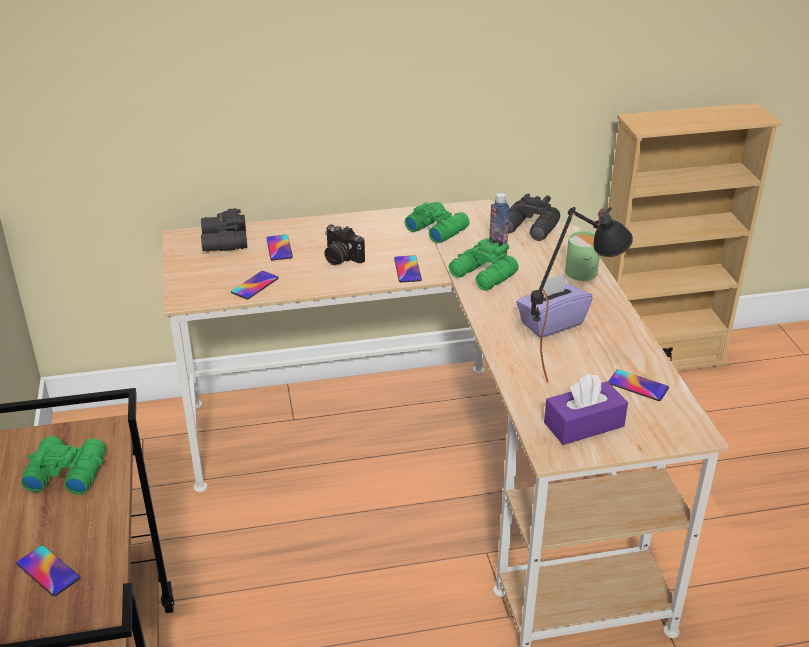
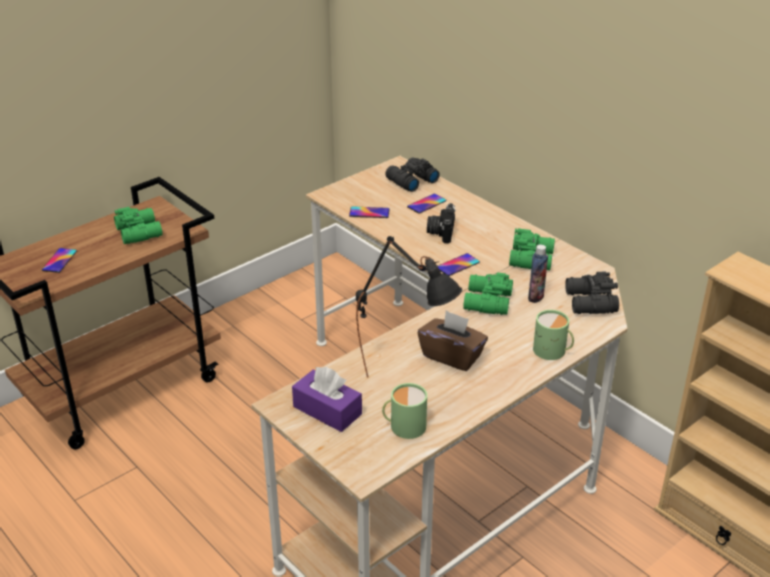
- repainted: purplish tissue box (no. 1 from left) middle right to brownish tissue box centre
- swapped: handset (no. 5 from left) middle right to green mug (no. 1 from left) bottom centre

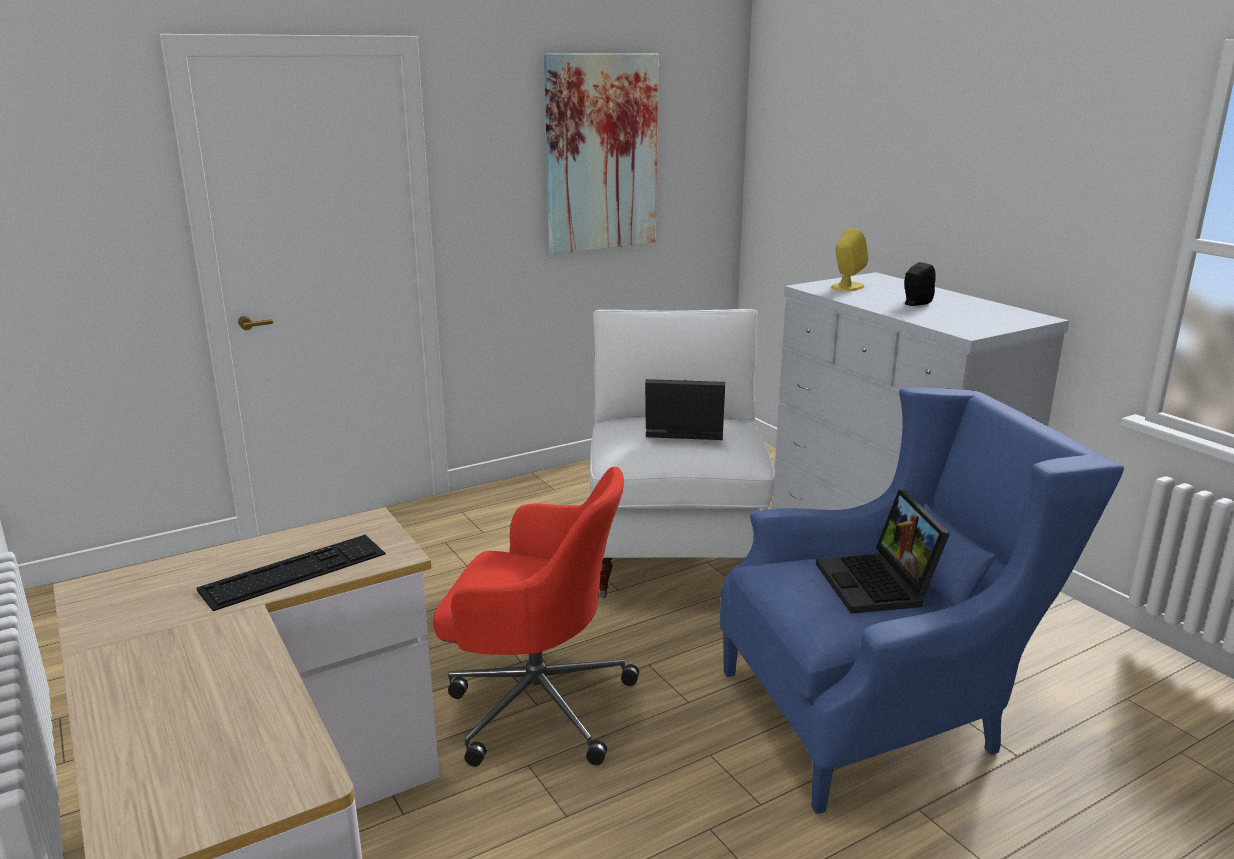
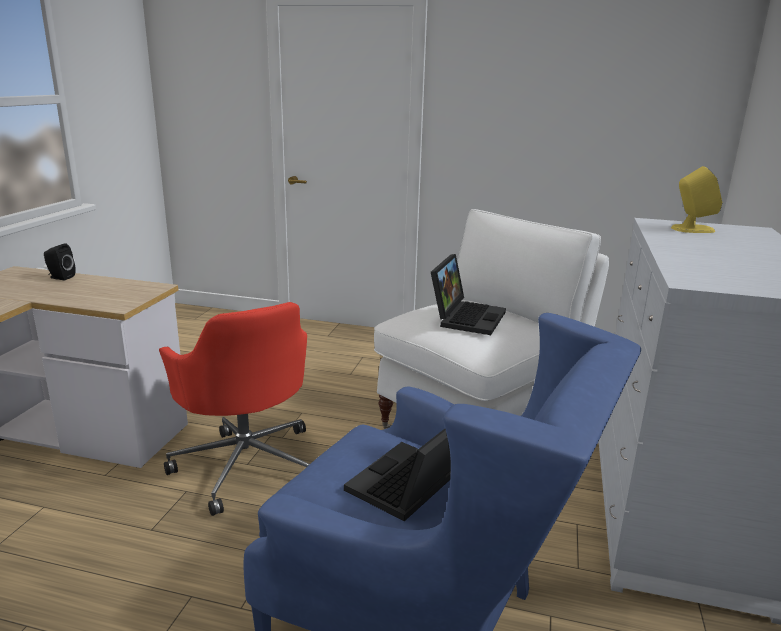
- gone: keyboard bottom left
- gone: picture top centre
- rotated: notebook computer (no. 1 from left in the first image) centre = centre 60 degrees clockwise
- shifted: blackish loudspeaker top right to middle left

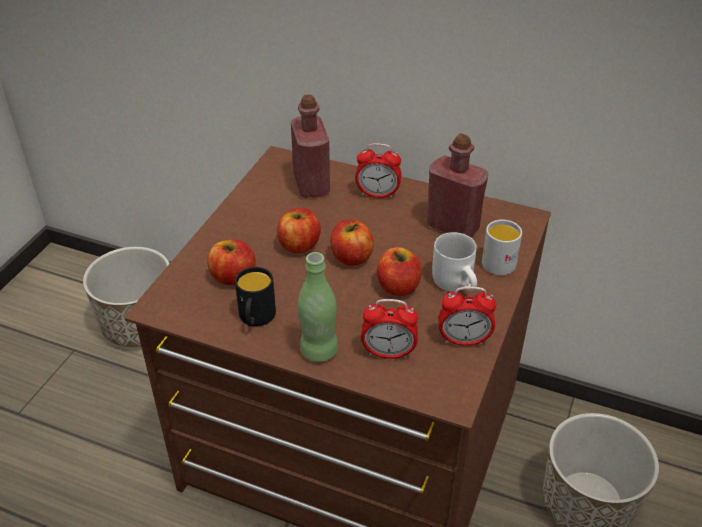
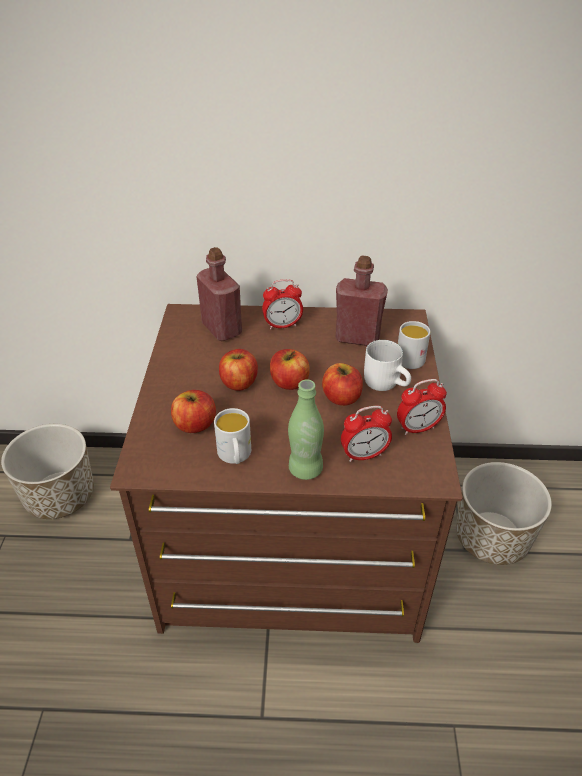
- repainted: blackish mug centre to white-coloured mug (no. 1 from left) centre

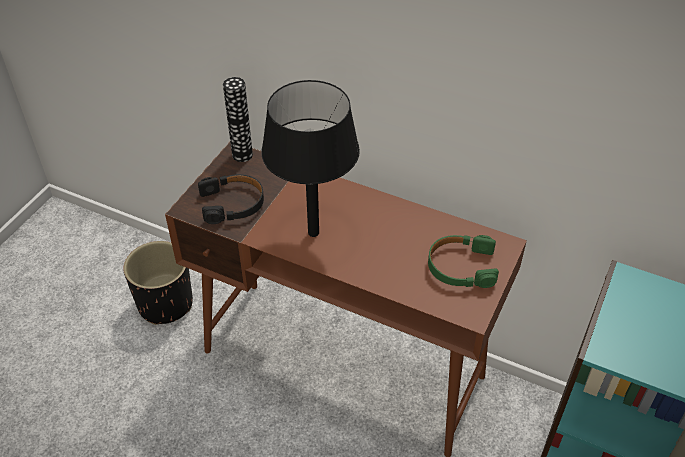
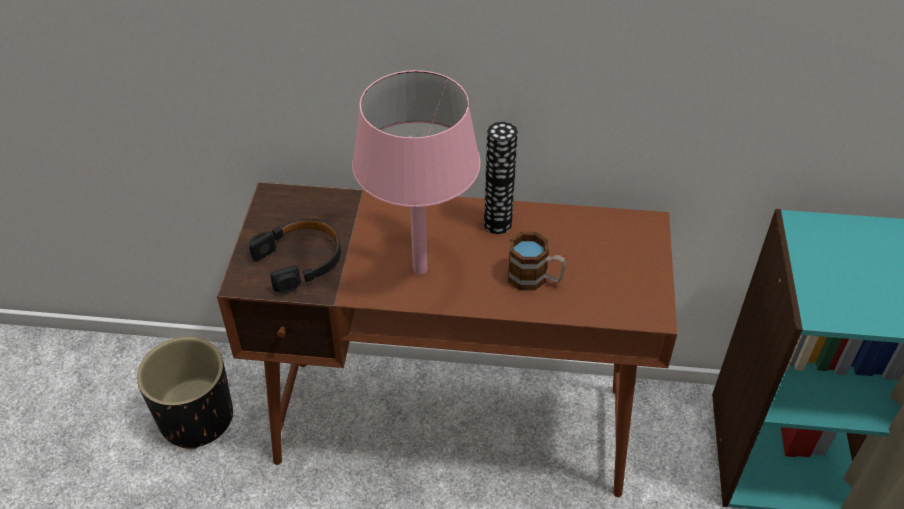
- shifted: vase top centre to centre
- repainted: blackish tabletop lamp centre to pinkish tabletop lamp centre
- gone: green headset middle right
- new: mug centre

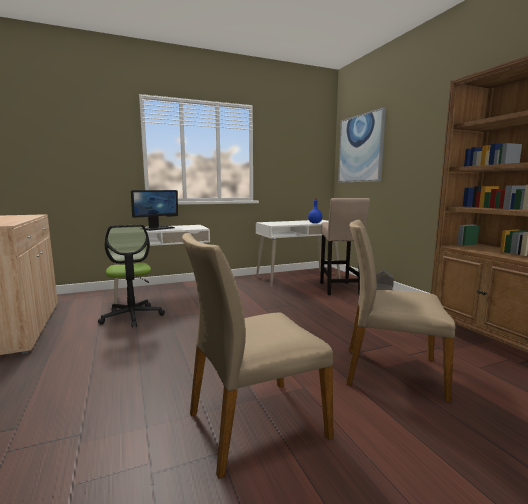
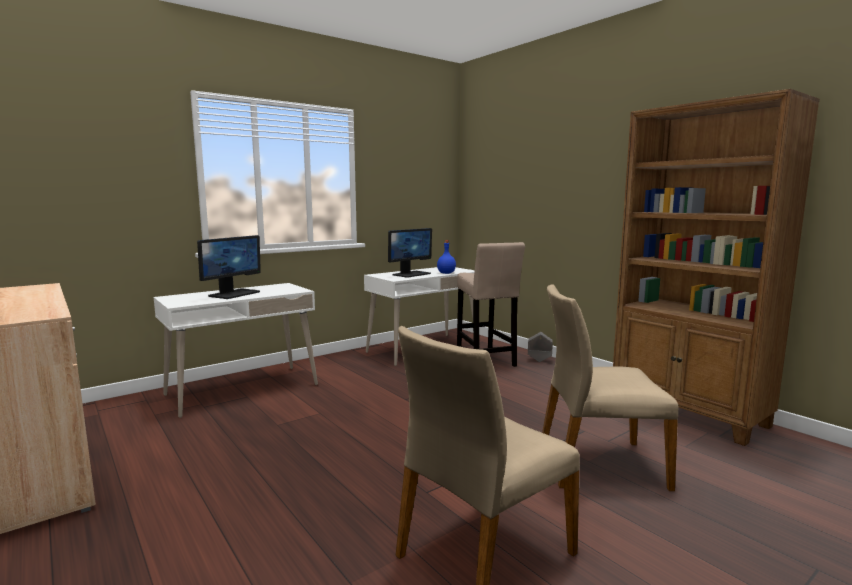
- gone: computer chair middle left
- gone: picture top right
- new: computer screen (no. 2 from left) centre

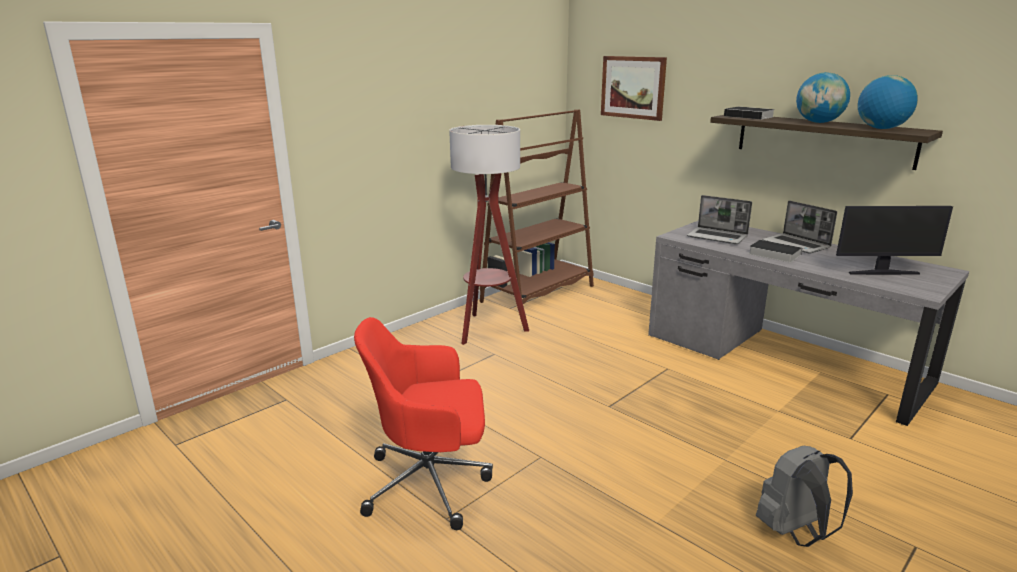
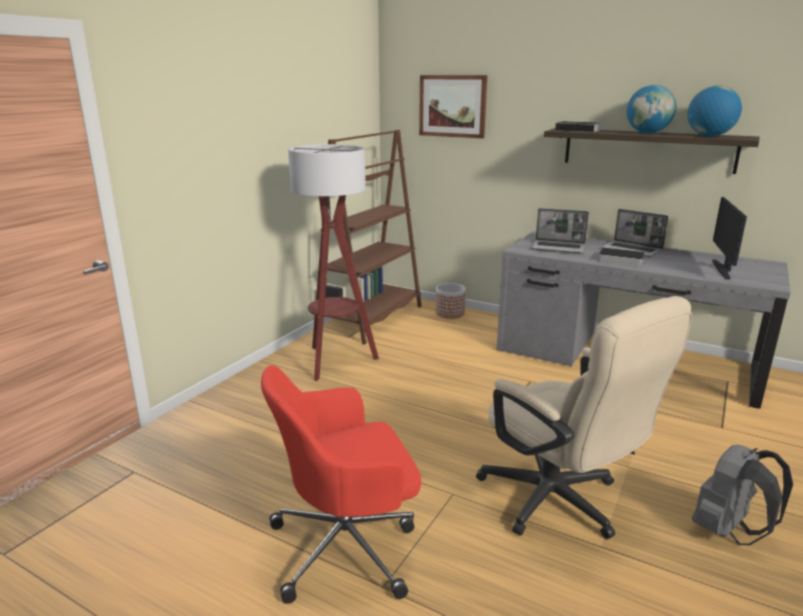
- rotated: computer screen middle right = middle right 120 degrees clockwise
- new: planter centre
- new: sand-coloured computer chair bottom right

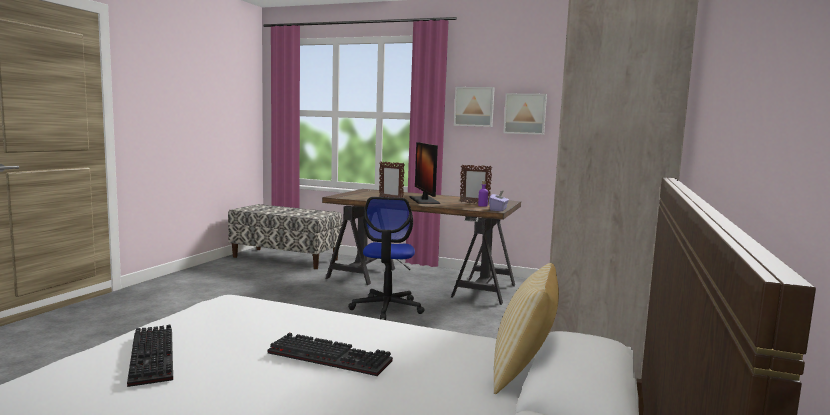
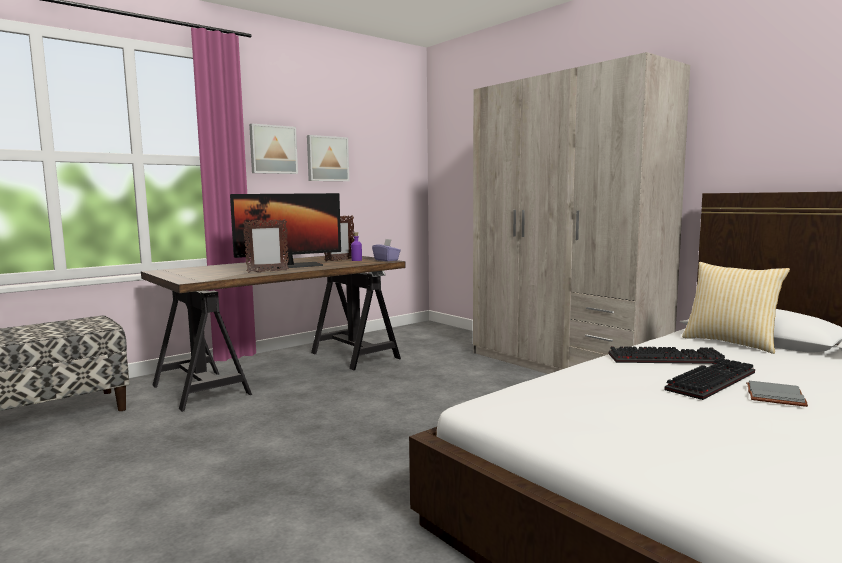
- shifted: keyboard (no. 1 from left) bottom left to middle right
- gone: computer chair centre
- rotated: computer screen centre = centre 45 degrees counterclockwise
- new: grey book bottom right

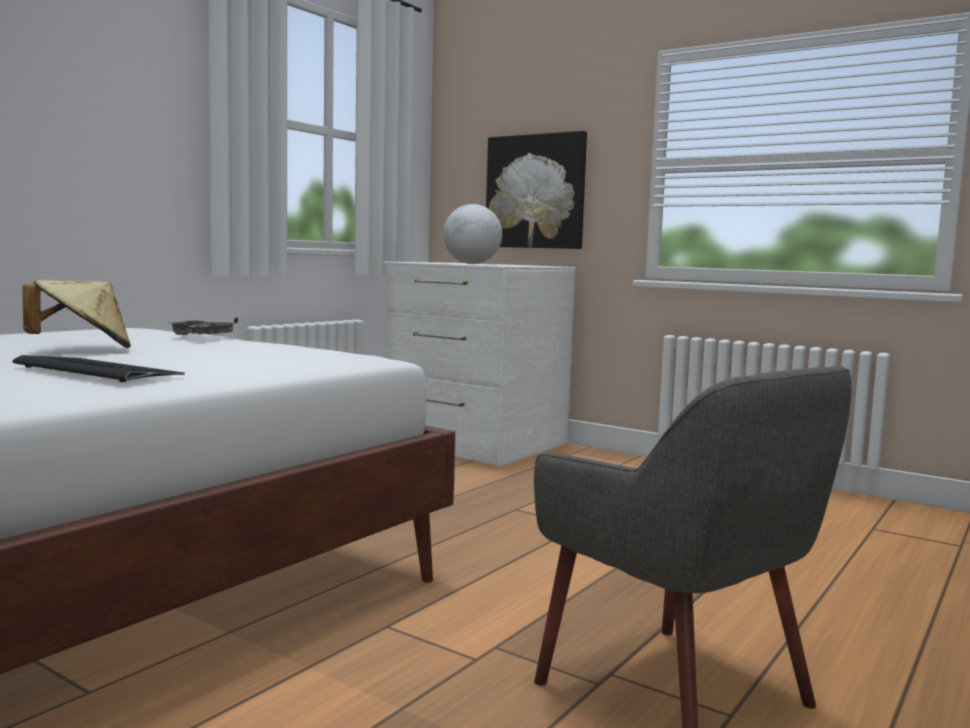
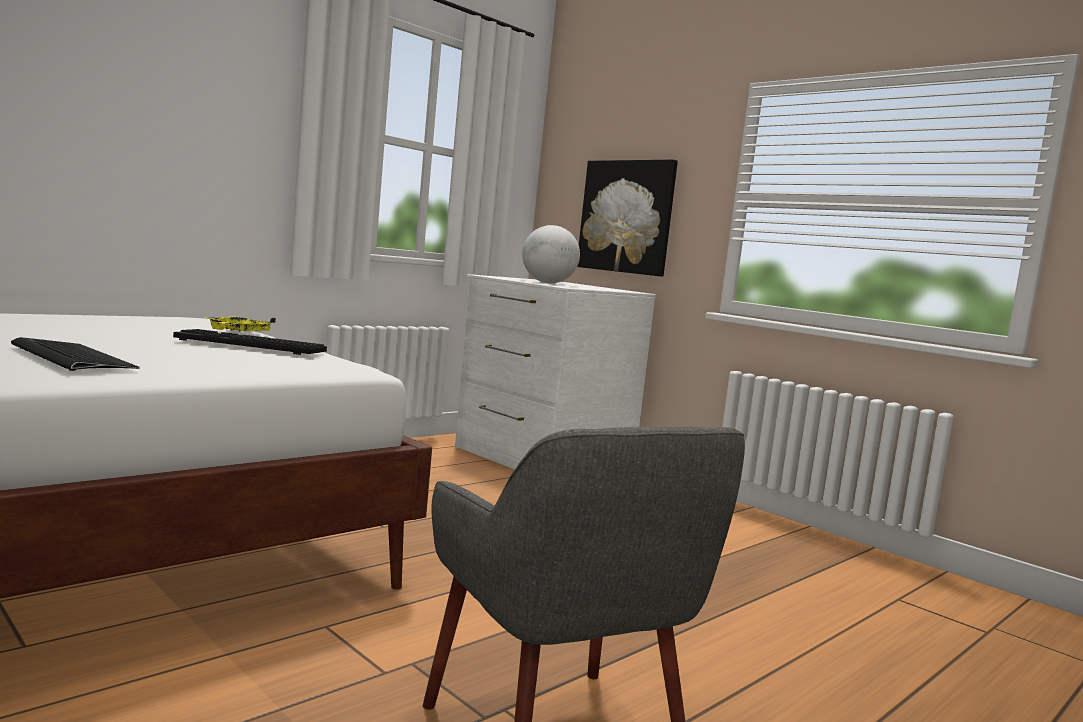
- gone: sand-coloured clothing hat middle left
- repainted: grey carrying tray middle left to yellow carrying tray middle left
- new: keyboard (no. 2 from left) middle left

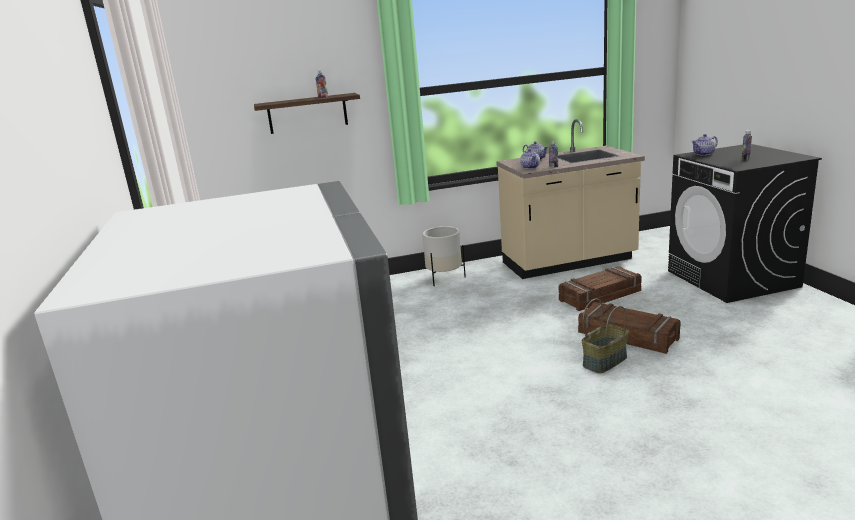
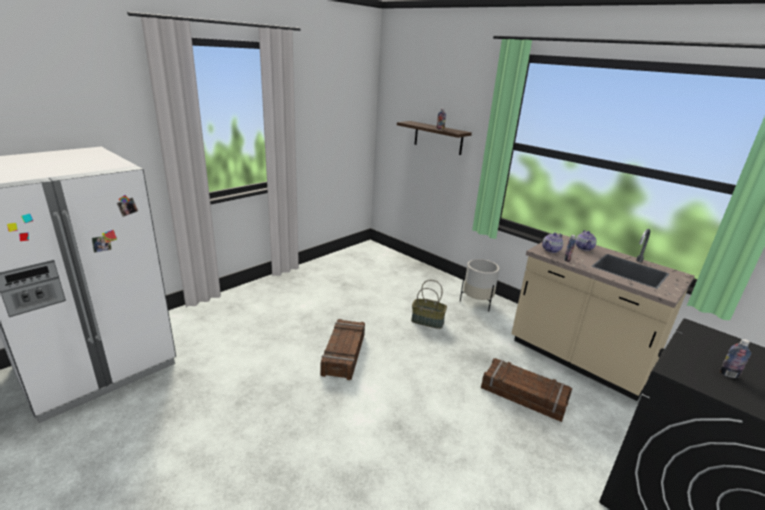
- shifted: crate (no. 2 from left in the first image) middle right to crate (no. 1 from left) bottom centre
- shifted: household basket middle right to centre
- gone: tea pot (no. 3 from left) top right

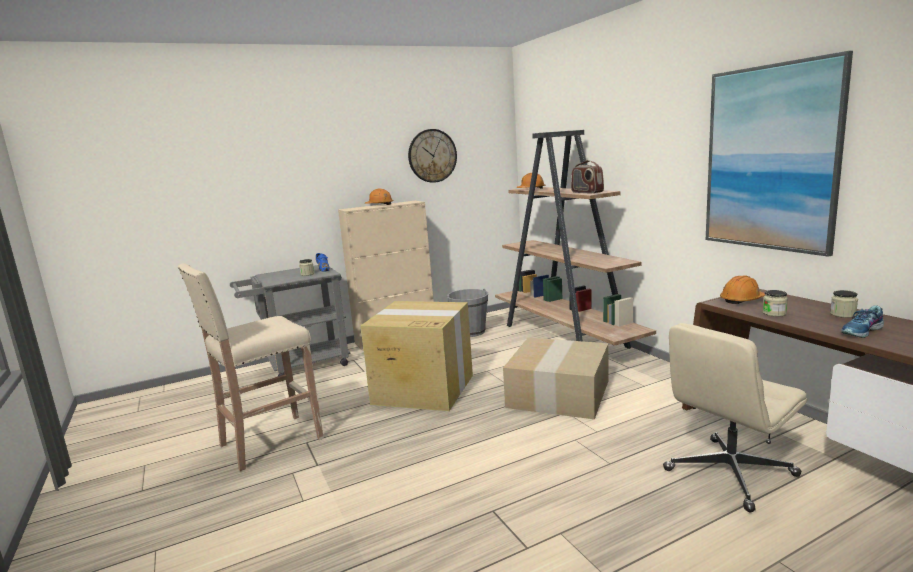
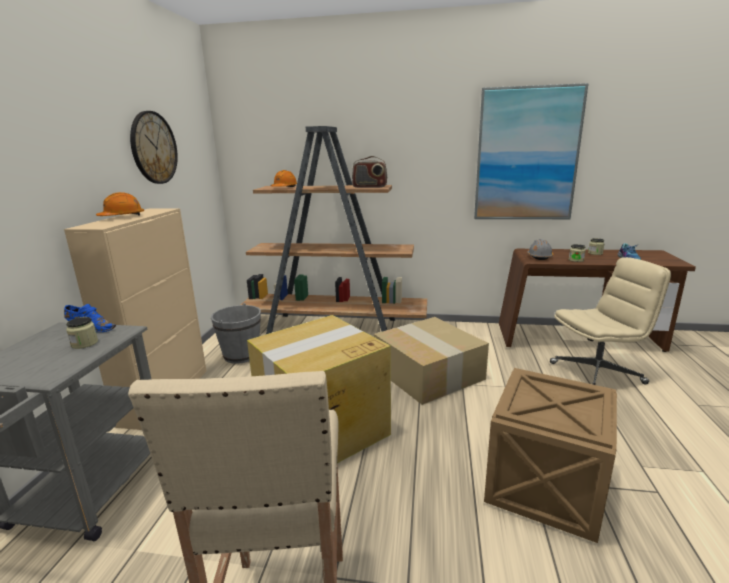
- rotated: sand-coloured computer chair bottom right = middle right 105 degrees counterclockwise
- repainted: orange work helmet (no. 3 from left) middle right to grey work helmet middle right
- new: crate bottom right

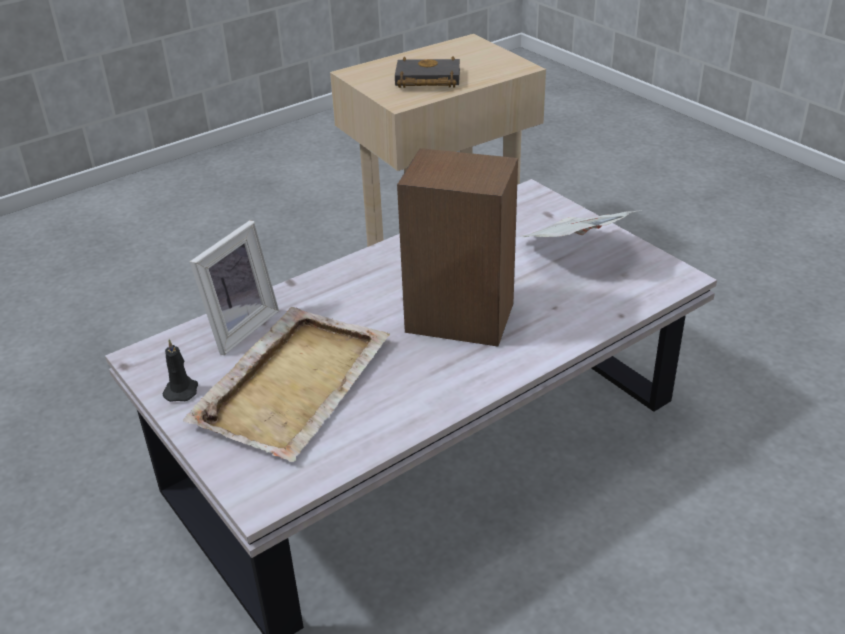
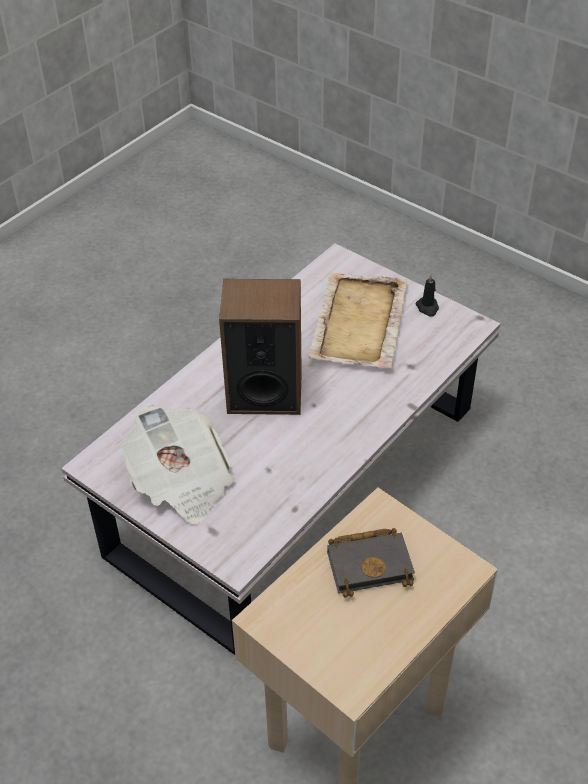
- gone: standing frame middle left

